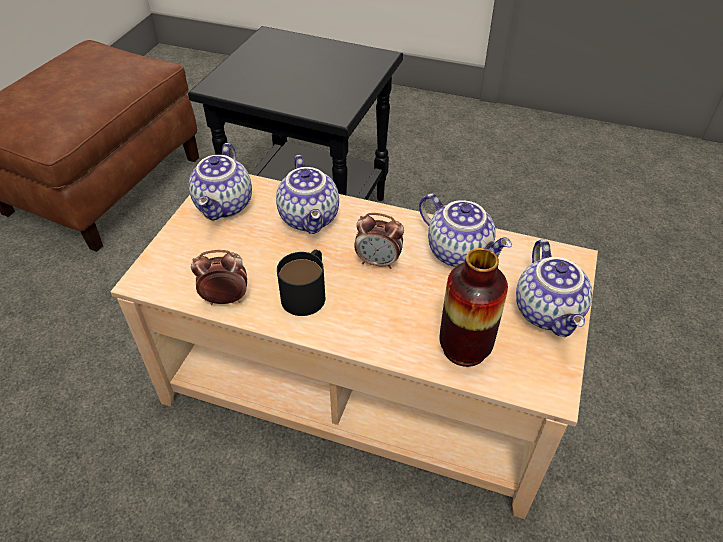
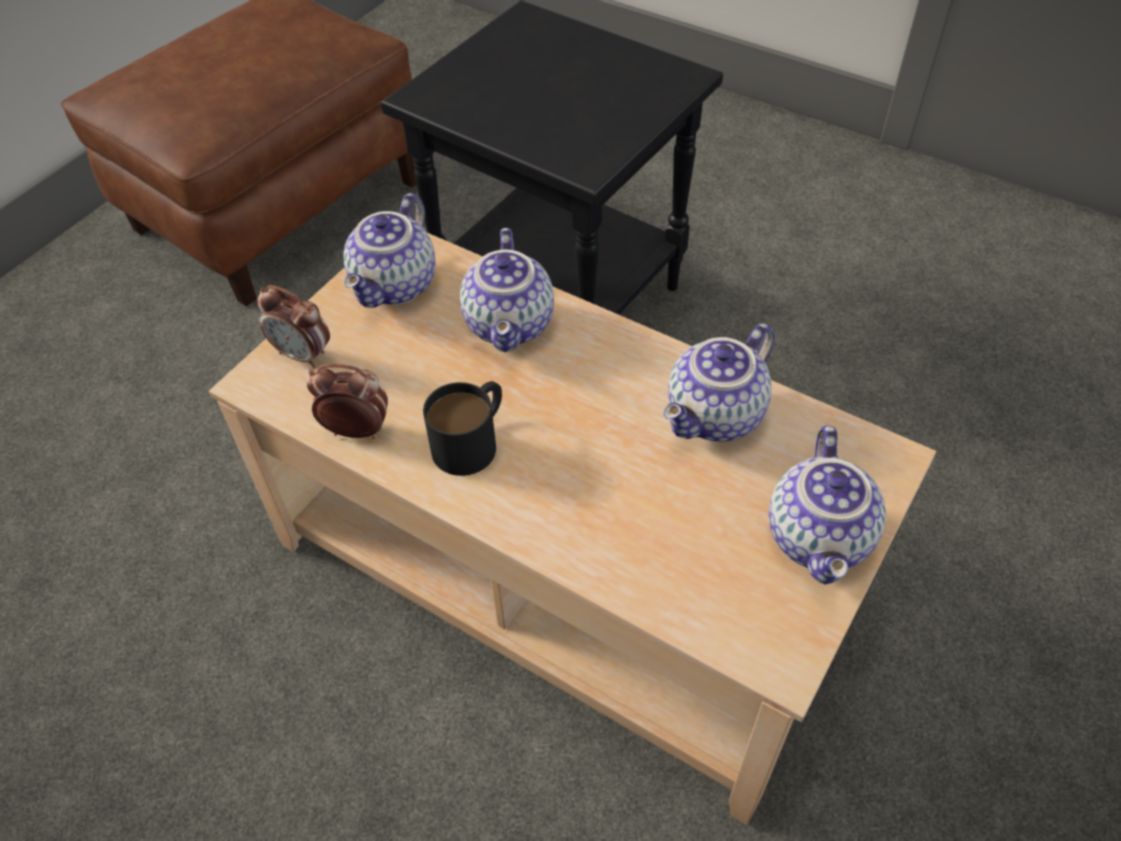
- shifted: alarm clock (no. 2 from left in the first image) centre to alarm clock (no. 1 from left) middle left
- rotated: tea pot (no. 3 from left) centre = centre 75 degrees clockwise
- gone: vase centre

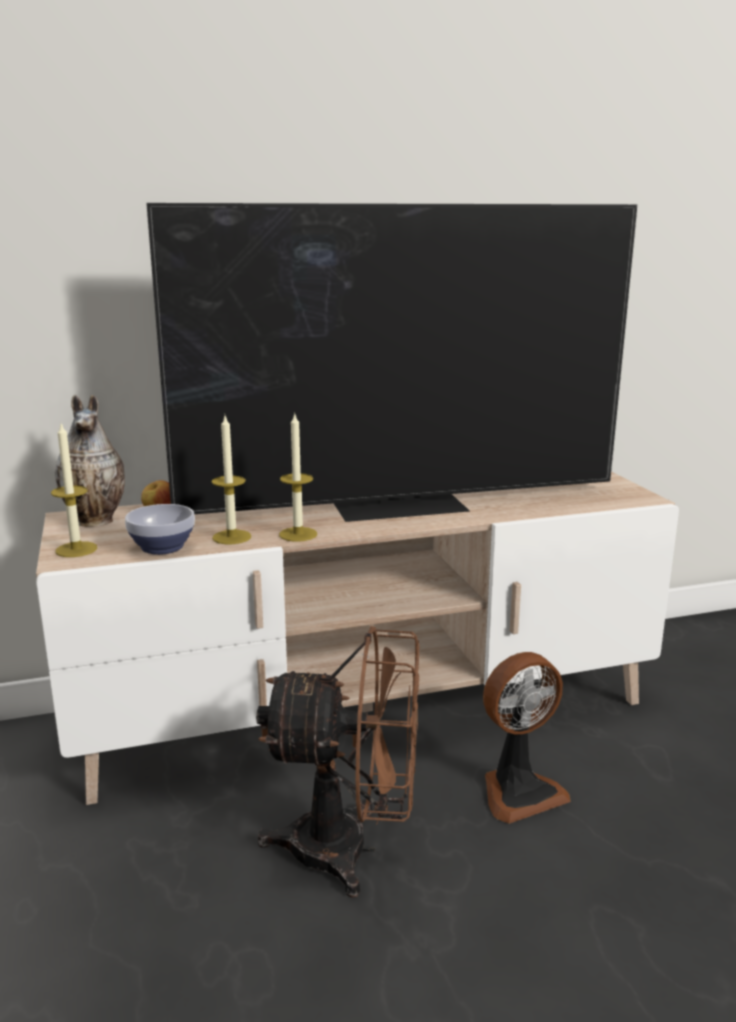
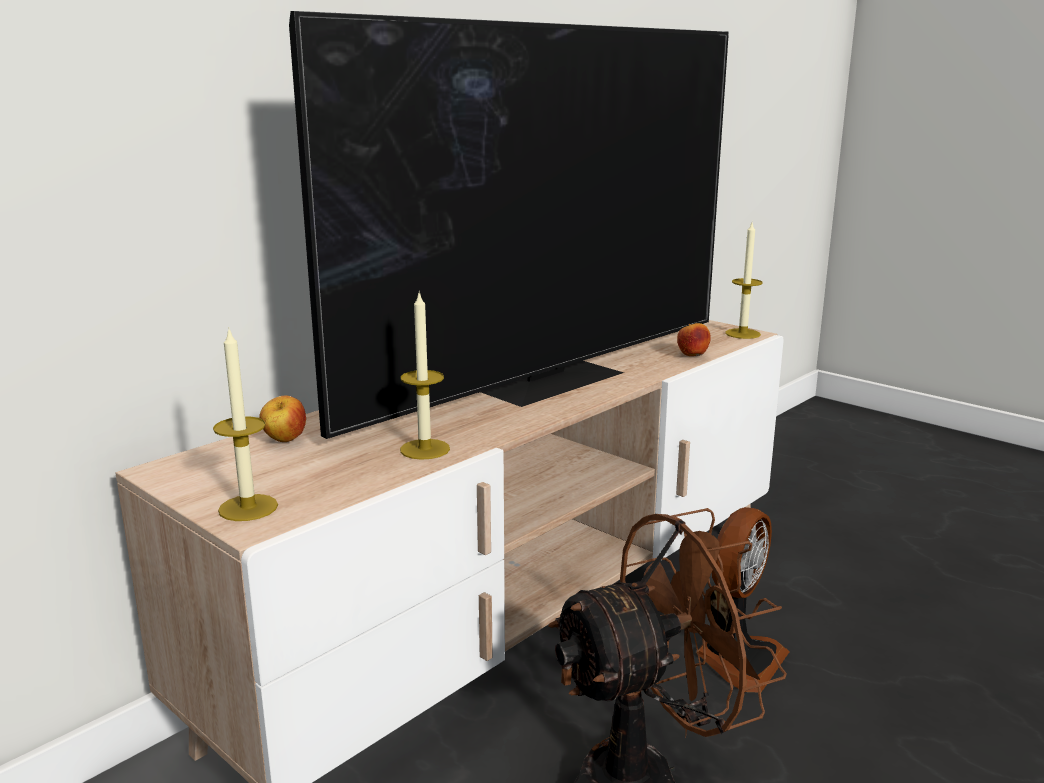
- gone: vase middle left
- gone: deep dish middle left
- shifted: wax candle (no. 3 from left) centre to middle right
- new: whole apple (no. 2 from left) centre

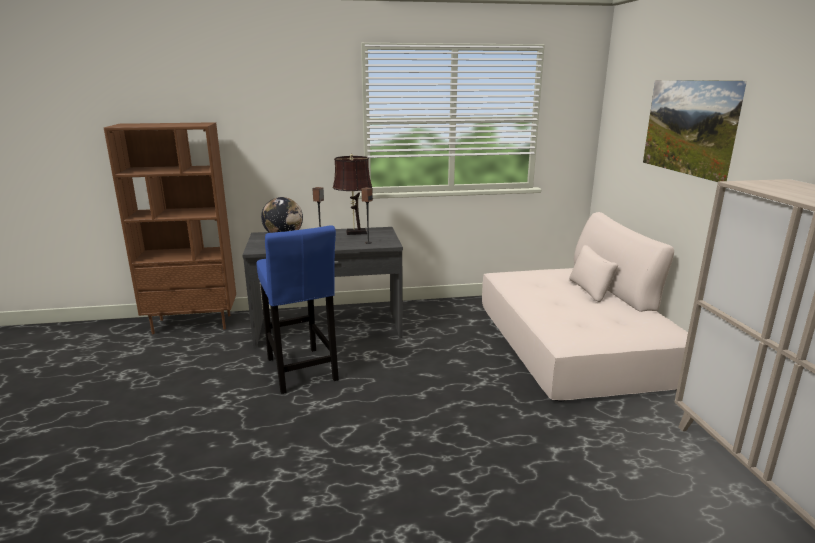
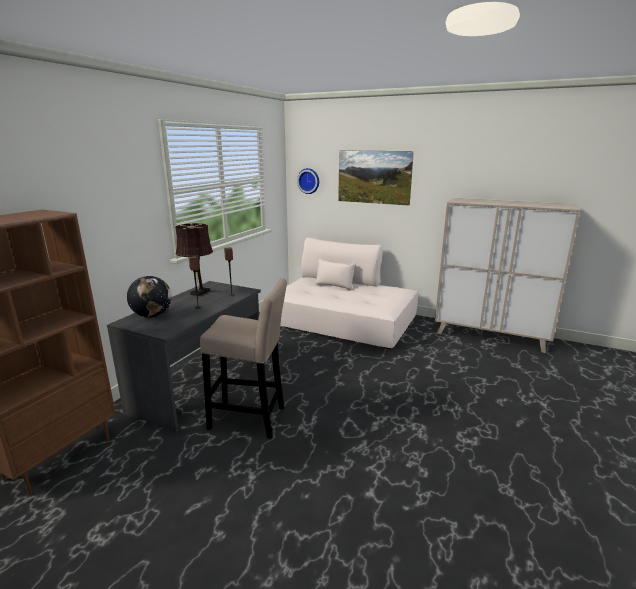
- repainted: blue stool seat centre to sand-coloured stool seat centre
- new: wall clock top centre

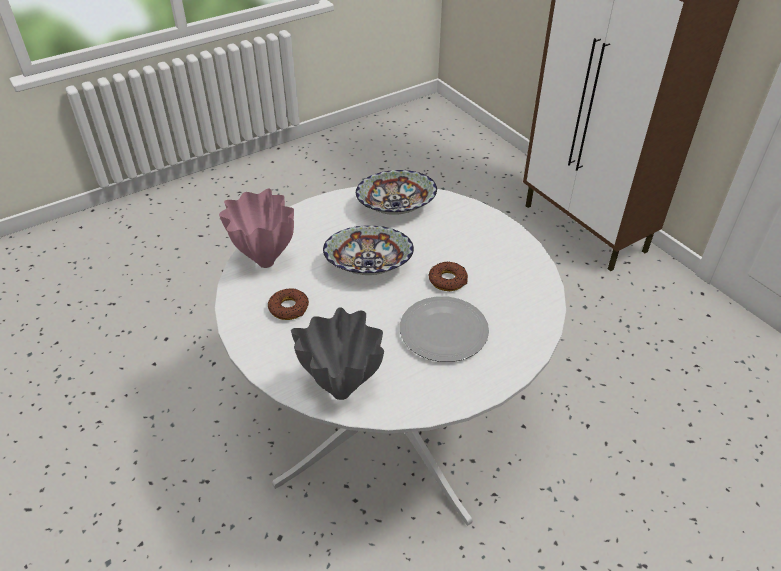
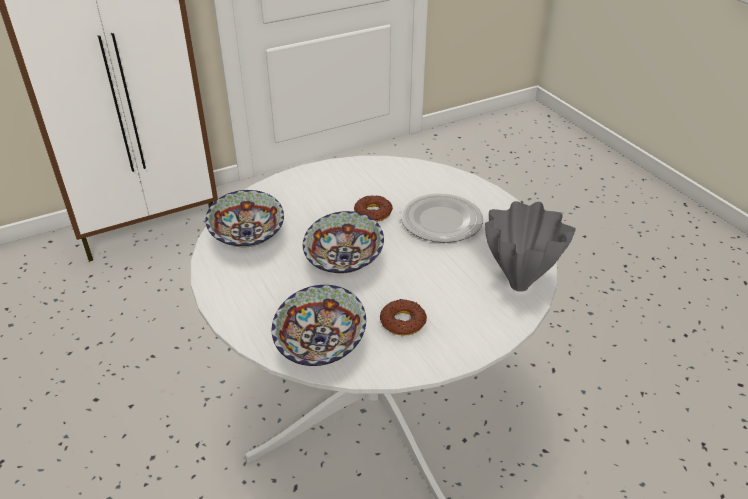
- swapped: pinkish vase middle left to deep dish (no. 2 from left) centre

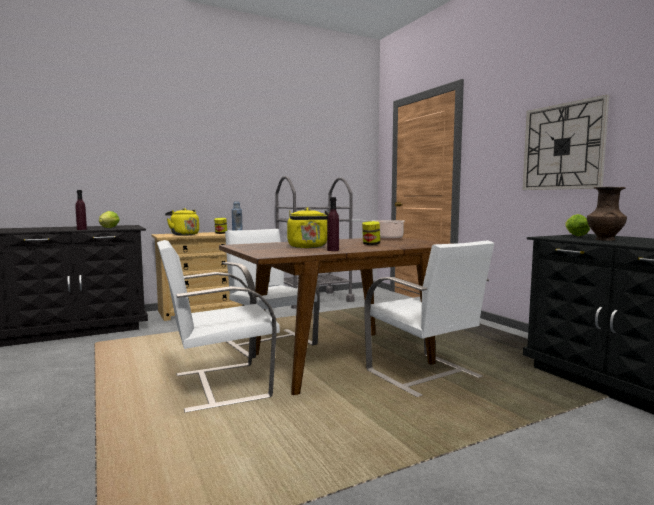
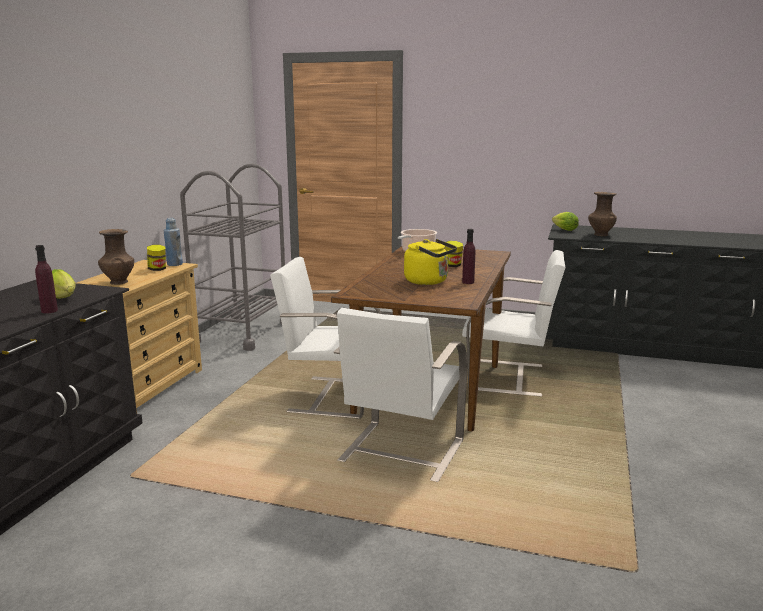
- swapped: yellow kettle (no. 1 from left) middle left to brownish vase (no. 1 from left) middle left
- gone: wall clock top right

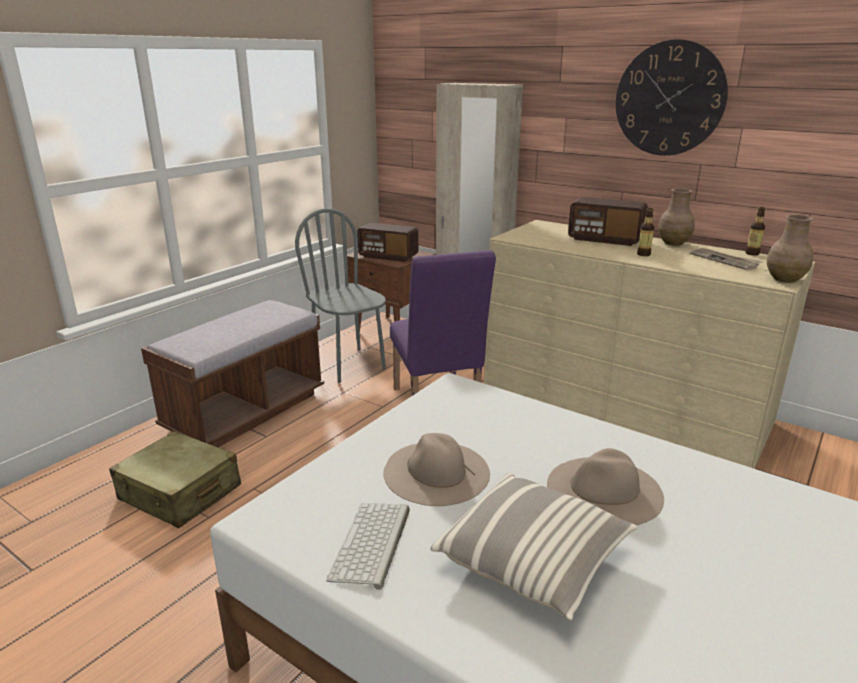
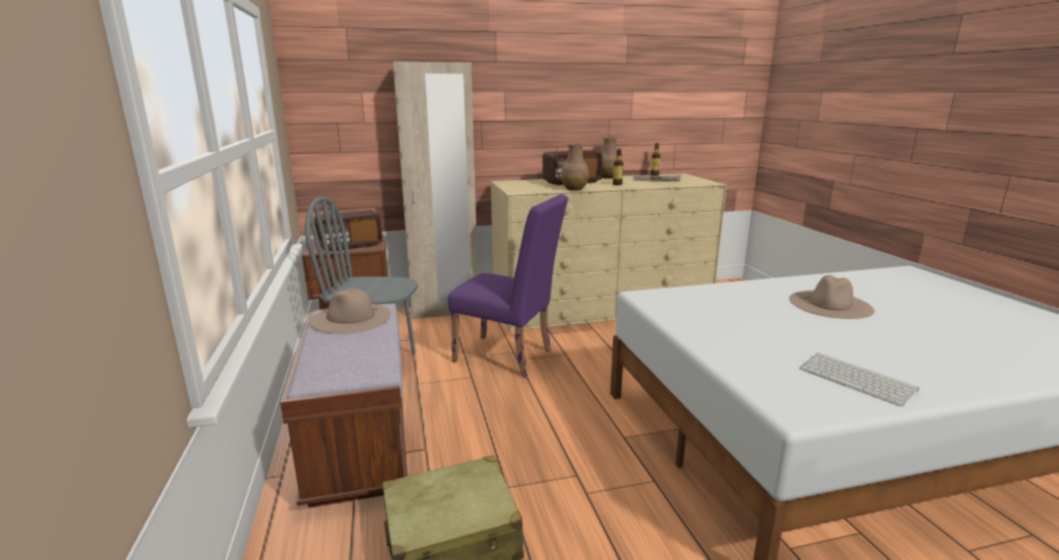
- shifted: sand-coloured clothing hat (no. 1 from left) bottom centre to middle left
- gone: throw pillow bottom centre
- gone: wall clock top right
- shifted: brownish vase (no. 2 from left in the first image) middle right to brownish vase (no. 1 from left) top centre

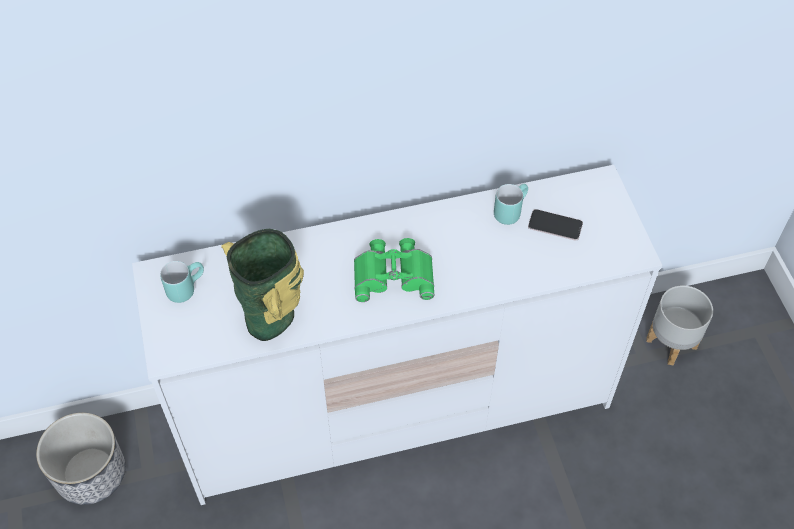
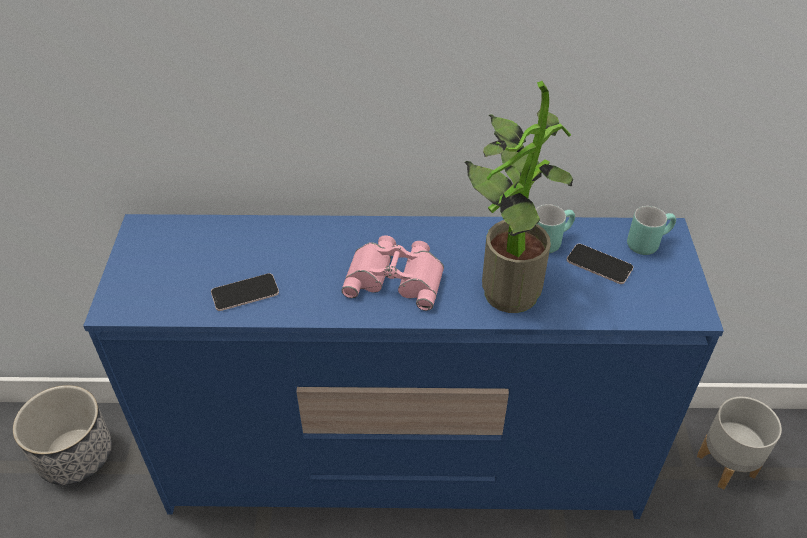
- repainted: white-coloured chest of drawers centre to blue chest of drawers bottom centre
- shifted: turquoise-coloured mug (no. 1 from left in the first image) middle left to turquoise-coloured mug (no. 2 from left) middle right
- swapped: vase middle left to handset (no. 1 from left) middle left
- repainted: green field glasses centre to pinkish field glasses centre
- new: plant in a pot centre

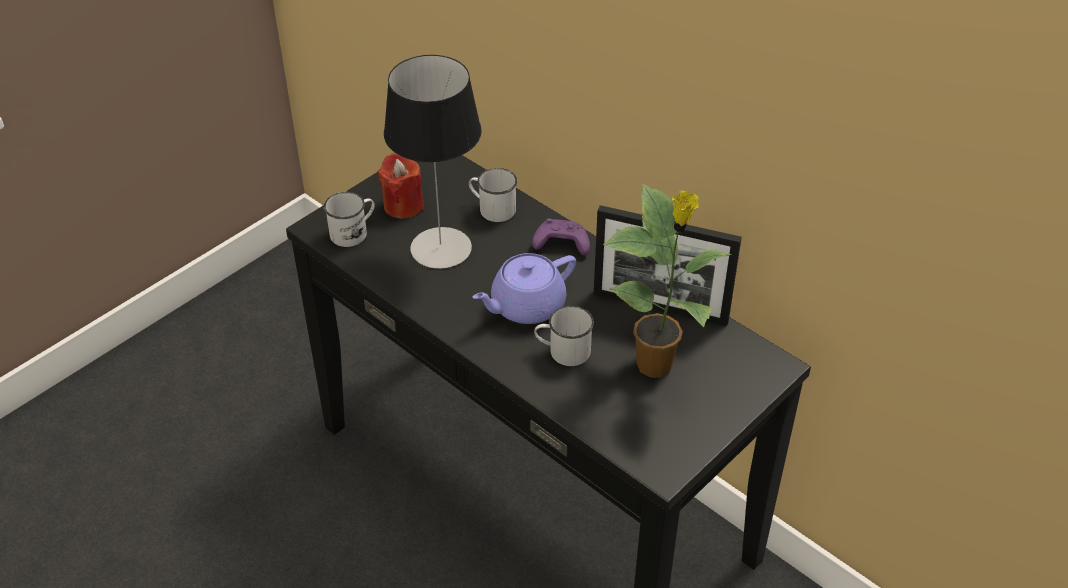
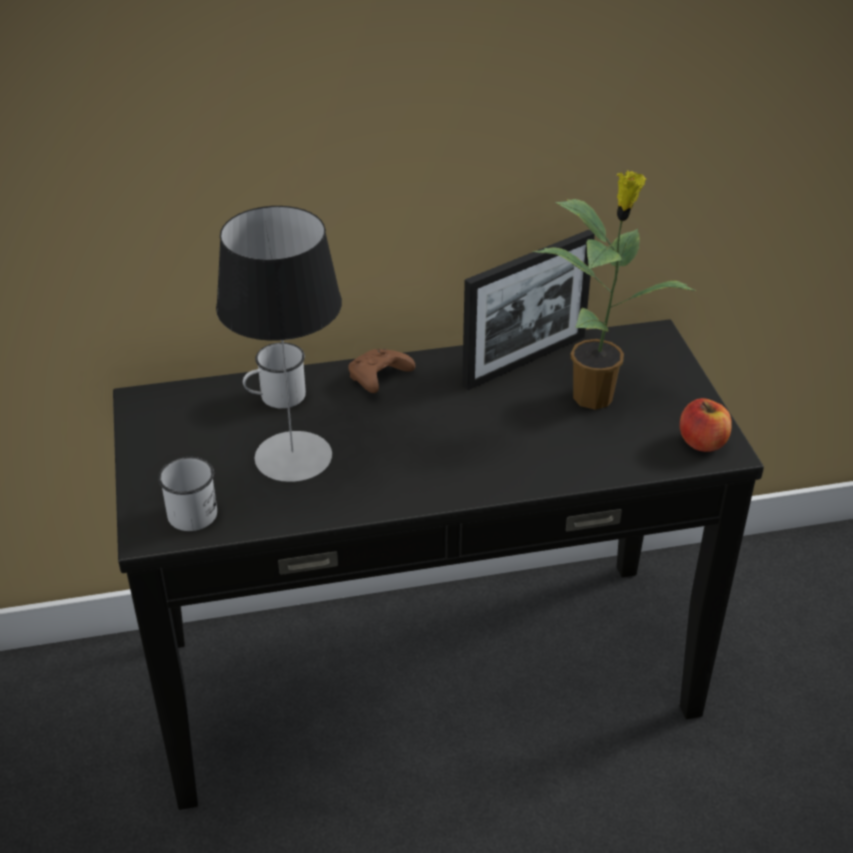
- gone: reddish wax candle top centre
- gone: purplish tea pot centre
- repainted: purplish gamepad centre to brownish gamepad centre
- gone: white-coloured mug (no. 3 from left) centre
- new: whole apple middle right

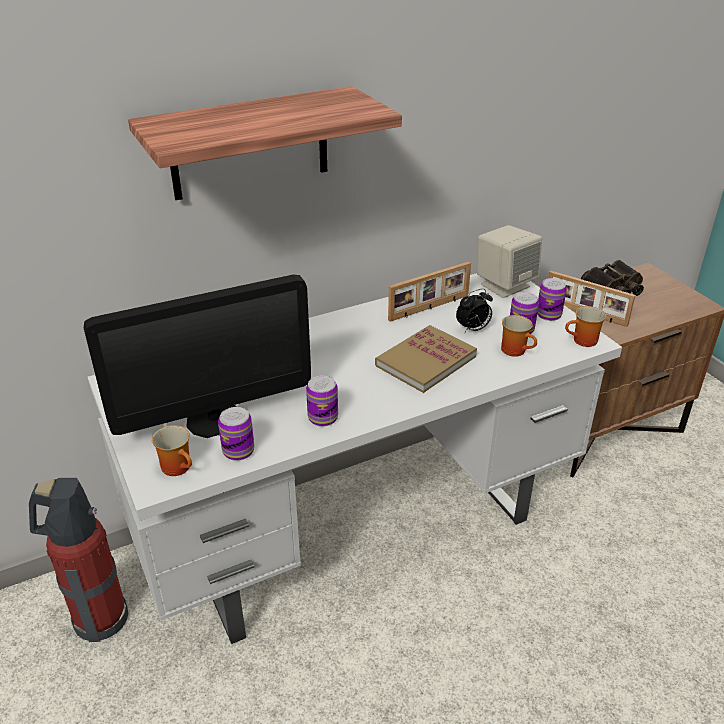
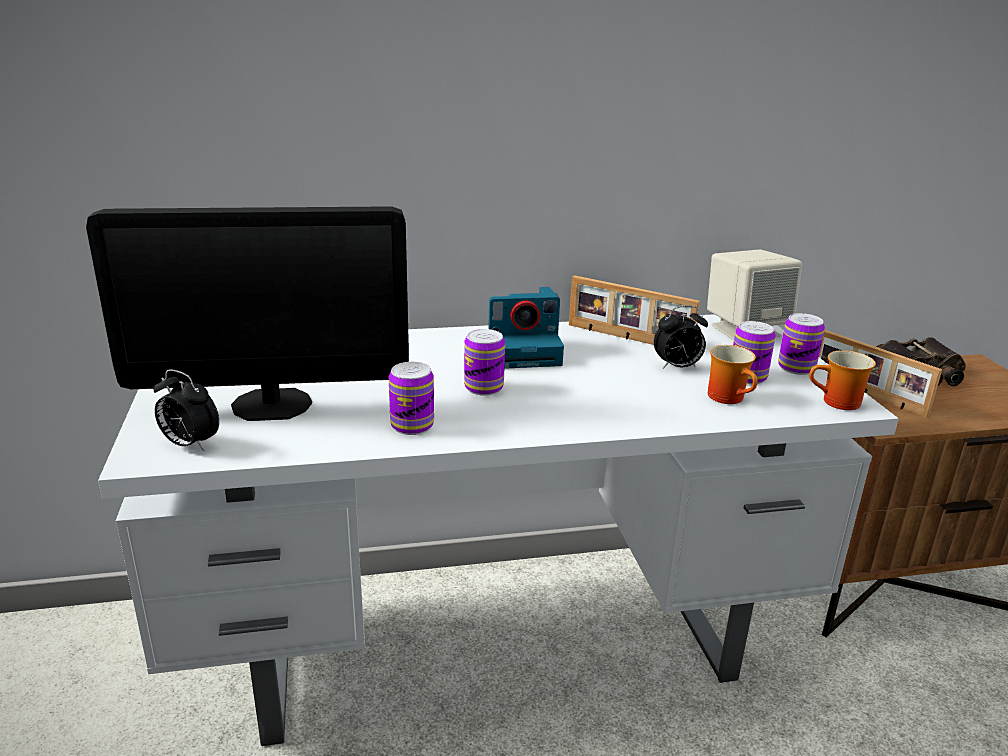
- gone: fire extinguisher bottom left
- gone: wall shelf top centre
- swapped: mug (no. 1 from left) middle left to alarm clock (no. 1 from left) middle left
- shifted: metal can (no. 1 from left in the first image) middle left to metal can (no. 2 from left) centre
- gone: book centre
- rotated: standing frame (no. 1 from left) centre = centre 45 degrees clockwise
- new: still camera centre

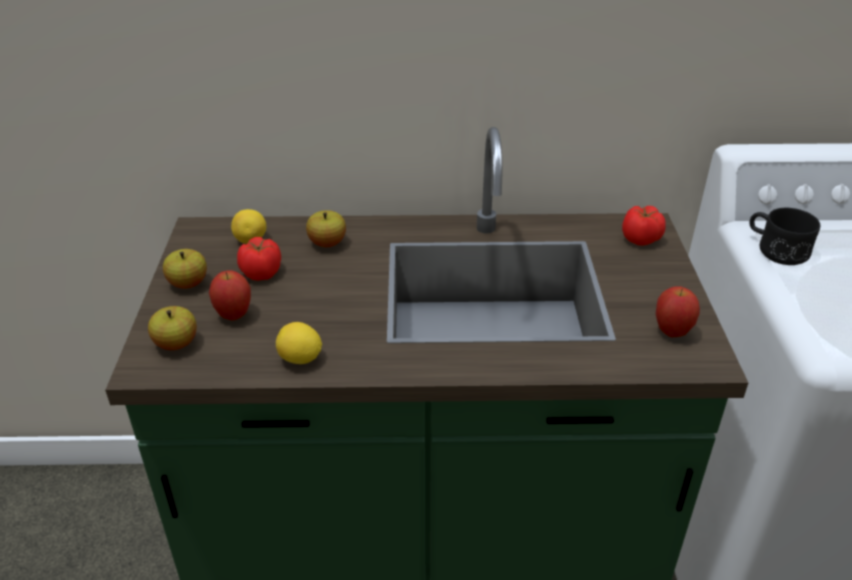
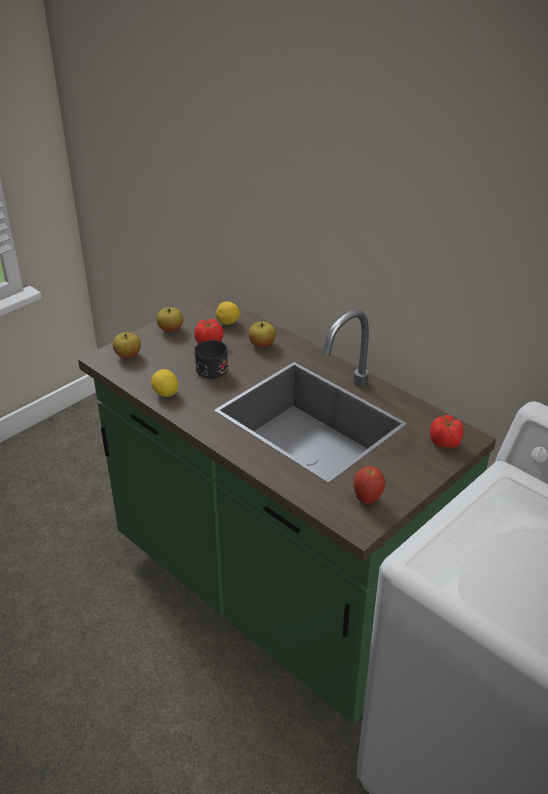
- gone: whole apple (no. 3 from left) middle left
- shifted: blackish mug middle right to centre

